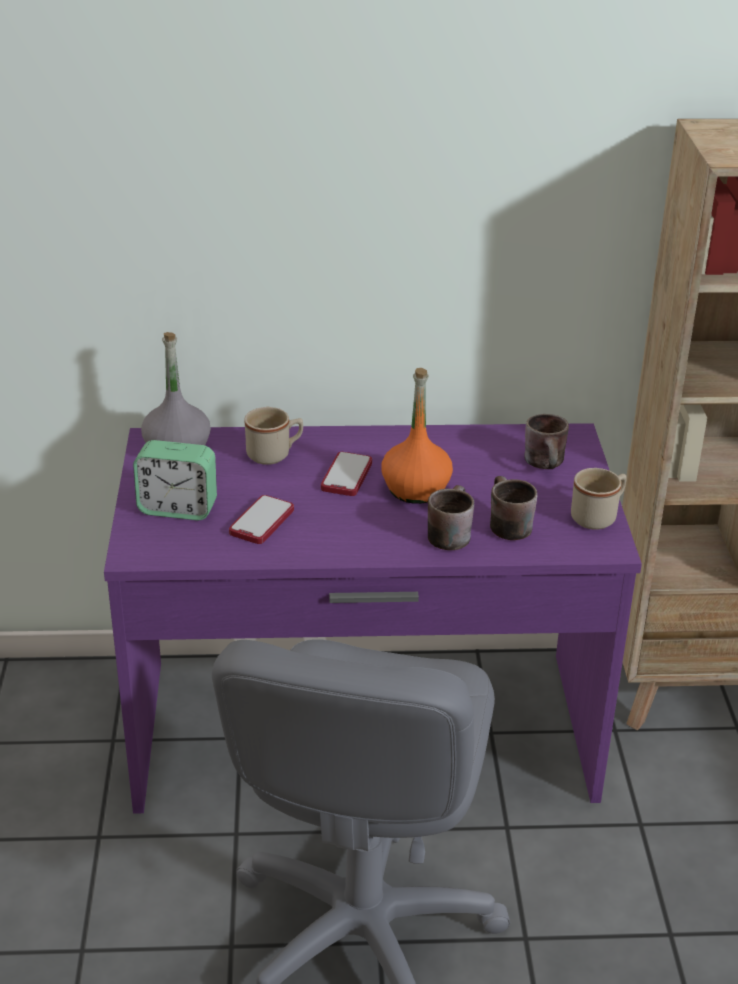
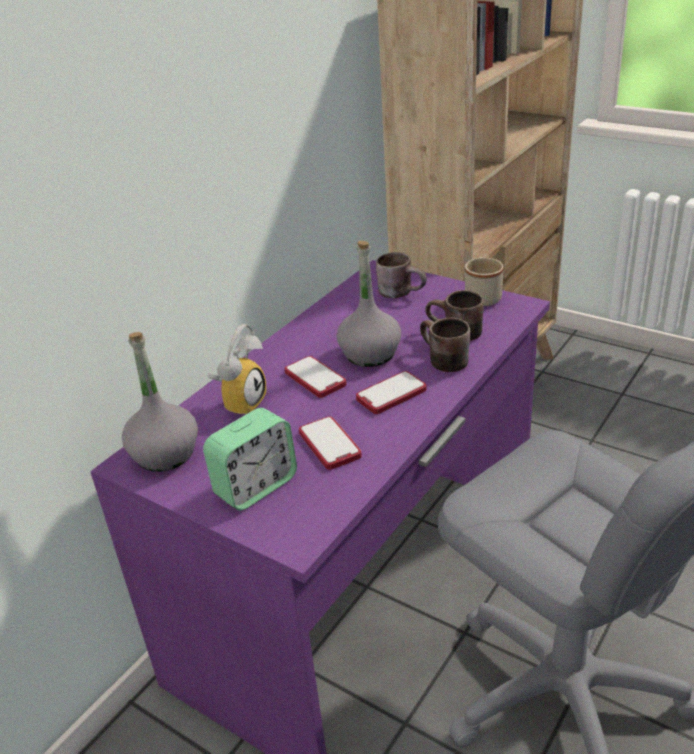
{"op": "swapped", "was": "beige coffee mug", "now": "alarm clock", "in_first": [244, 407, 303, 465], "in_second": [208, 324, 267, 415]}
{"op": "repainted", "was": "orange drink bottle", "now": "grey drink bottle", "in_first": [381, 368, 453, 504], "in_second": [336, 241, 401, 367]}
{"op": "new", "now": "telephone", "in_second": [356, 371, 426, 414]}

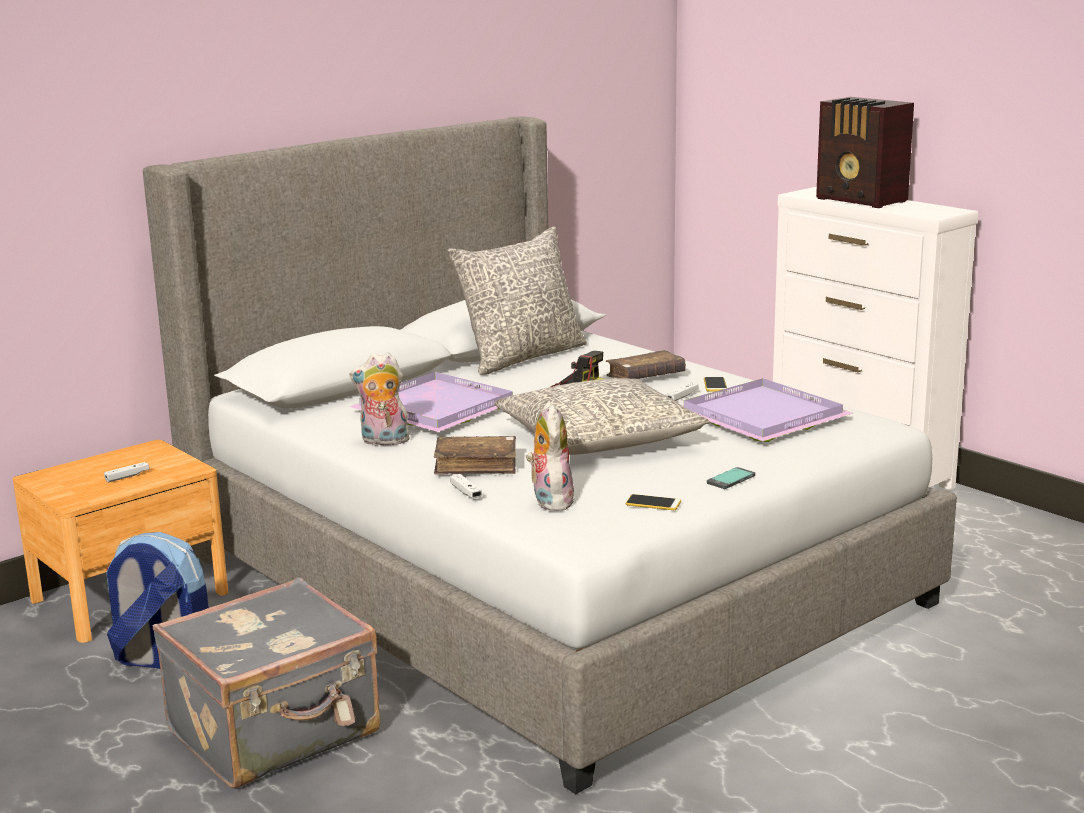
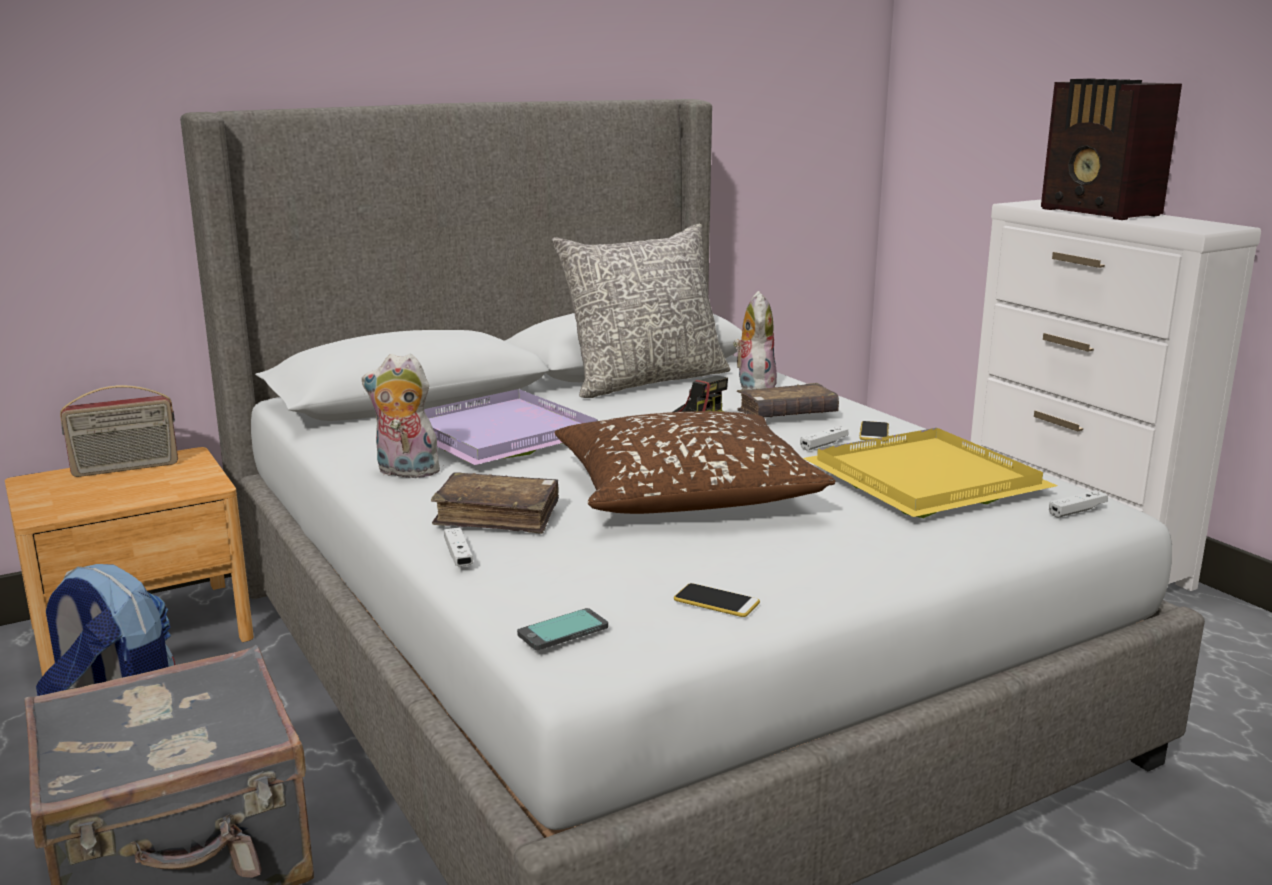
{"op": "shifted", "was": "white gamepad", "in_first": [104, 462, 149, 482], "in_second": [1049, 490, 1108, 518]}
{"op": "repainted", "was": "grey pillow", "now": "brown-coloured pillow", "in_first": [494, 378, 709, 455], "in_second": [555, 411, 836, 514]}
{"op": "shifted", "was": "plush toy", "in_first": [526, 401, 574, 511], "in_second": [733, 291, 777, 390]}
{"op": "repainted", "was": "purple tray", "now": "yellowish tray", "in_first": [682, 378, 853, 442], "in_second": [803, 428, 1058, 518]}
{"op": "shifted", "was": "telephone", "in_first": [707, 467, 755, 489], "in_second": [517, 608, 608, 650]}
{"op": "new", "now": "radio", "in_second": [60, 385, 178, 477]}

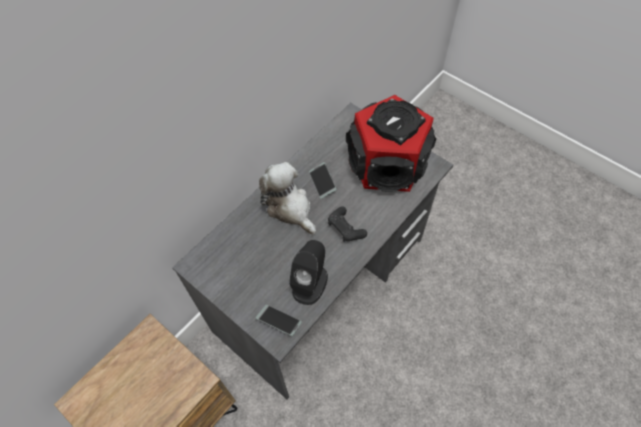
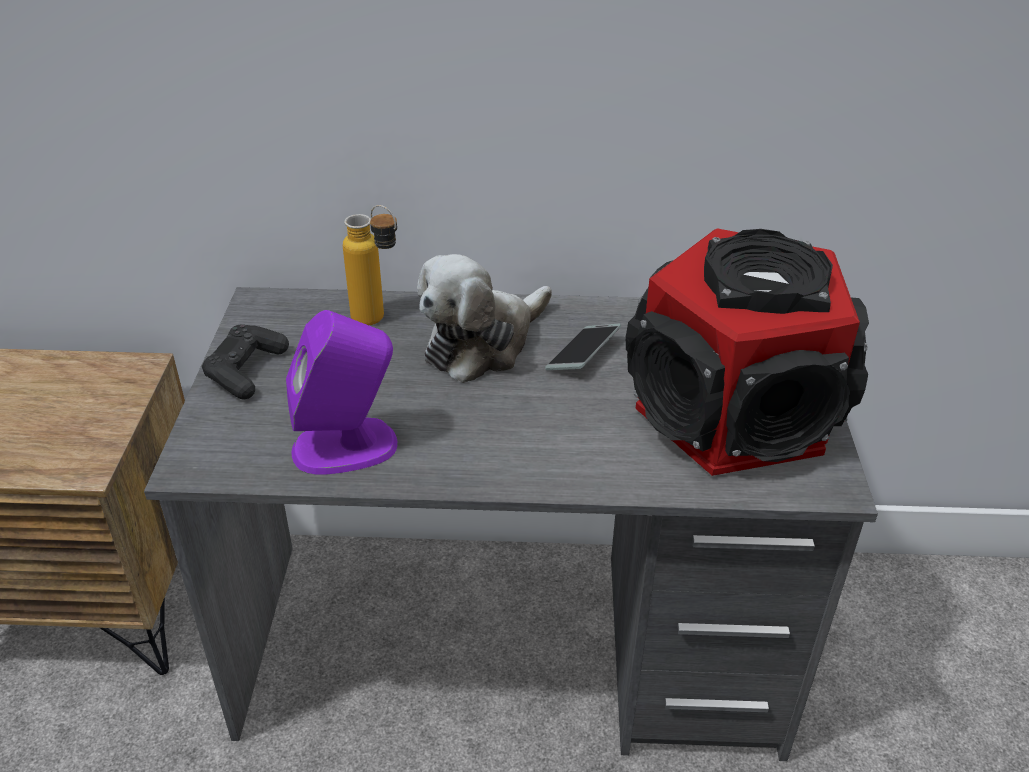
{"op": "gone", "was": "telephone", "in_first": [256, 305, 302, 336]}
{"op": "rotated", "was": "plush toy", "in_first": [259, 162, 316, 235], "in_second": [417, 254, 552, 383], "clockwise": -150}
{"op": "repainted", "was": "black speaker", "now": "purple speaker", "in_first": [289, 240, 328, 305], "in_second": [286, 310, 397, 474]}
{"op": "shifted", "was": "black gamepad", "in_first": [328, 206, 367, 242], "in_second": [202, 324, 289, 400]}
{"op": "new", "now": "drink bottle", "in_second": [343, 205, 397, 325]}

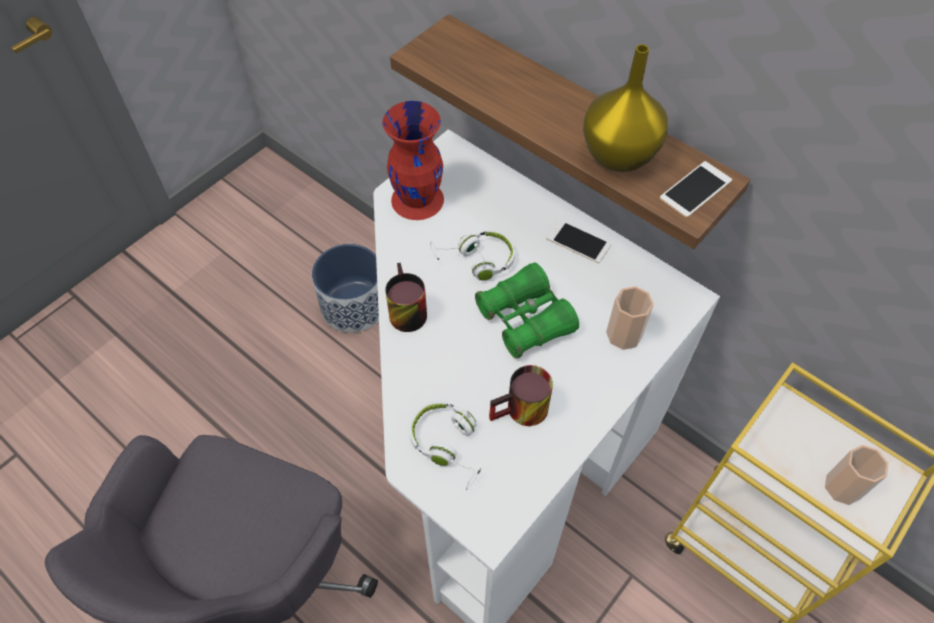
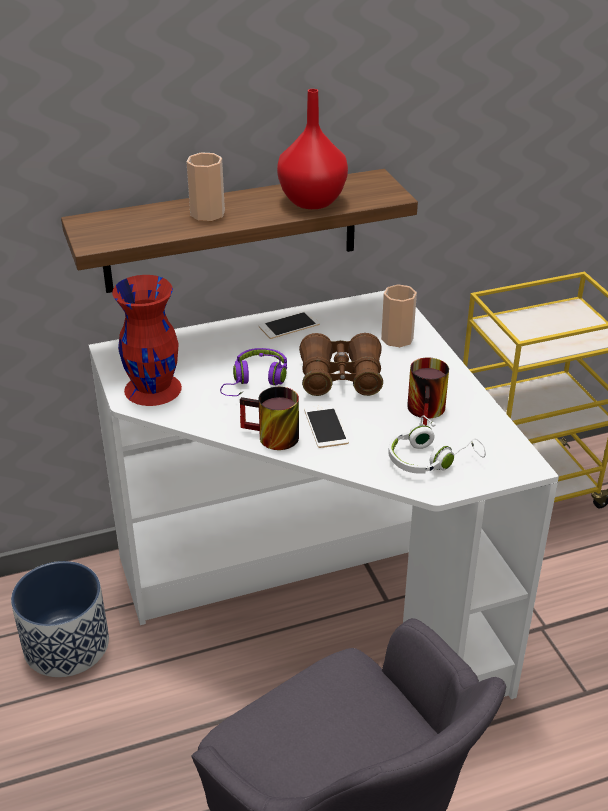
{"op": "repainted", "was": "white pair of headphones", "now": "purple pair of headphones", "in_first": [430, 230, 515, 281], "in_second": [220, 348, 287, 396]}
{"op": "repainted", "was": "green-coloured field glasses", "now": "brown-coloured field glasses", "in_first": [475, 262, 579, 359], "in_second": [299, 333, 383, 396]}
{"op": "repainted", "was": "yellowish decorative vase", "now": "reddish decorative vase", "in_first": [583, 44, 668, 172], "in_second": [277, 89, 348, 209]}
{"op": "shifted", "was": "telephone", "in_first": [660, 161, 732, 218], "in_second": [304, 404, 349, 448]}
{"op": "shifted", "was": "cup", "in_first": [825, 445, 888, 505], "in_second": [187, 152, 225, 221]}

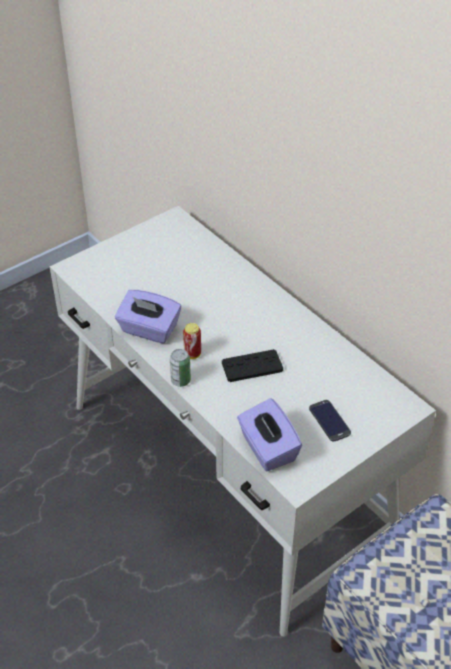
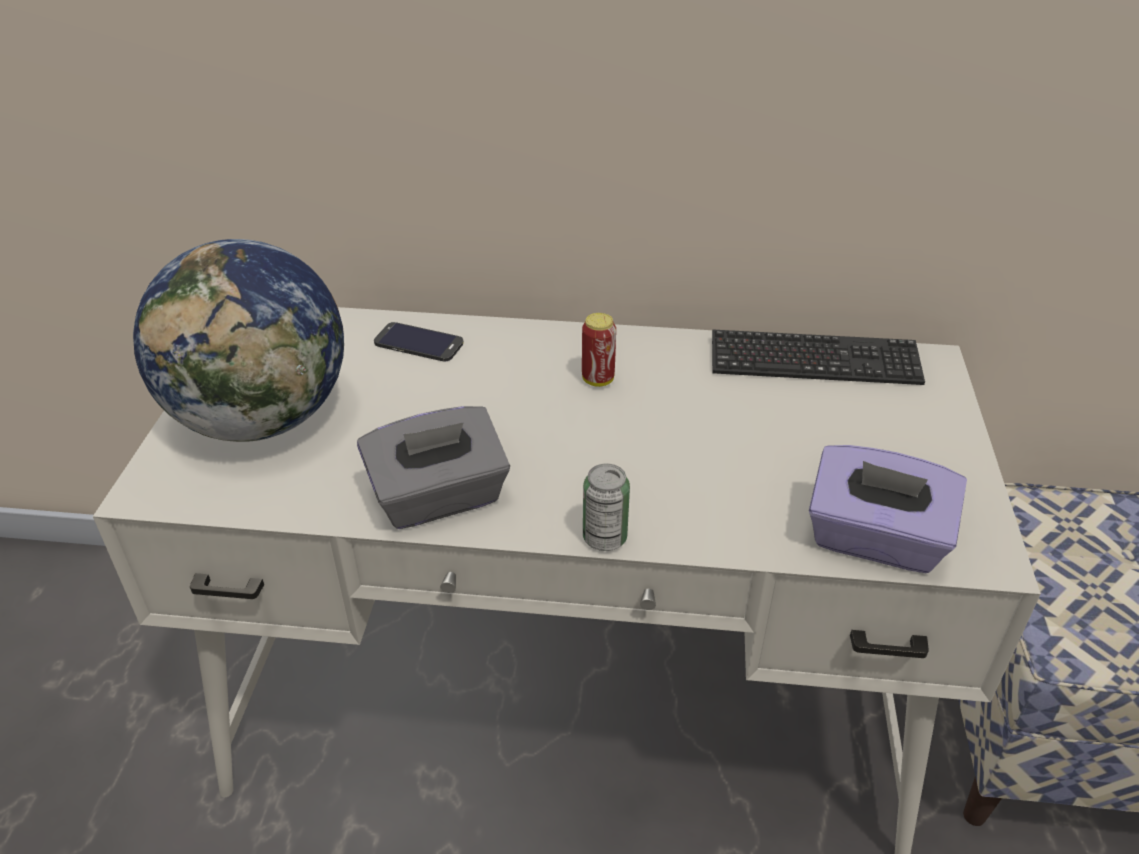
{"op": "repainted", "was": "purple tissue holder", "now": "grey tissue holder", "in_first": [115, 290, 181, 344], "in_second": [357, 406, 510, 529]}
{"op": "shifted", "was": "can", "in_first": [183, 323, 201, 359], "in_second": [582, 313, 616, 387]}
{"op": "gone", "was": "black gamepad", "in_first": [222, 349, 283, 382]}
{"op": "shifted", "was": "telephone", "in_first": [309, 400, 351, 441], "in_second": [374, 322, 464, 361]}
{"op": "new", "now": "desk globe", "in_second": [133, 239, 344, 442]}
{"op": "new", "now": "keyboard", "in_second": [712, 329, 925, 385]}

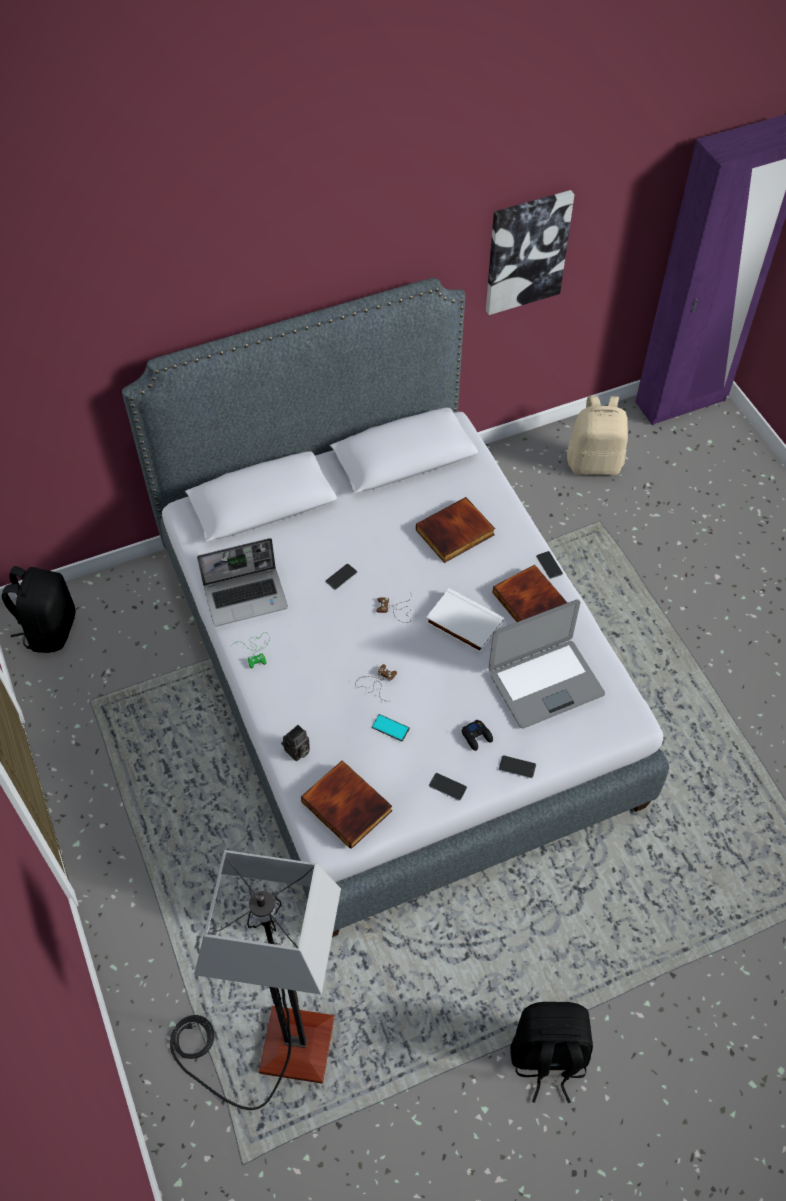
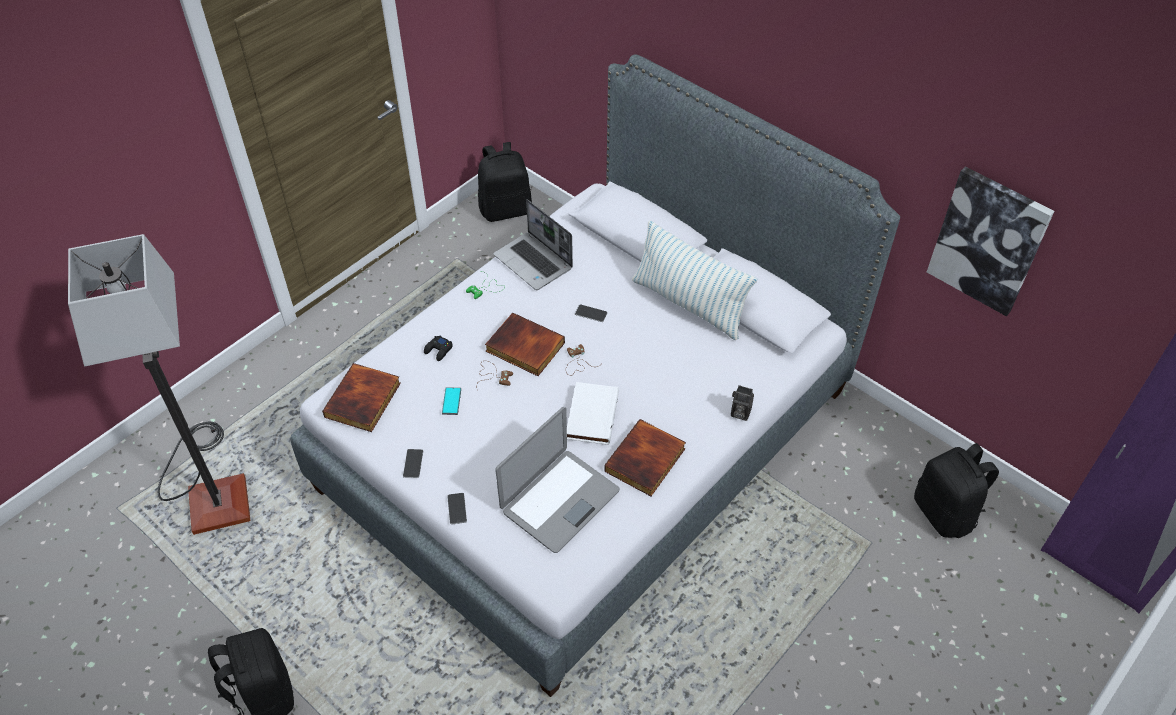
{"op": "shifted", "was": "still camera", "in_first": [281, 725, 310, 761], "in_second": [731, 385, 754, 421]}
{"op": "shifted", "was": "bound book", "in_first": [416, 497, 495, 563], "in_second": [485, 313, 565, 376]}
{"op": "shifted", "was": "black gamepad", "in_first": [462, 720, 493, 751], "in_second": [424, 335, 453, 361]}
{"op": "rotated", "was": "notebook computer", "in_first": [489, 599, 605, 728], "in_second": [495, 407, 620, 553], "clockwise": -90}
{"op": "gone", "was": "telephone", "in_first": [536, 551, 563, 579]}
{"op": "repainted", "was": "beige knapsack", "now": "black knapsack", "in_first": [567, 396, 628, 475], "in_second": [914, 443, 999, 538]}
{"op": "new", "now": "pillow", "in_second": [632, 220, 757, 340]}

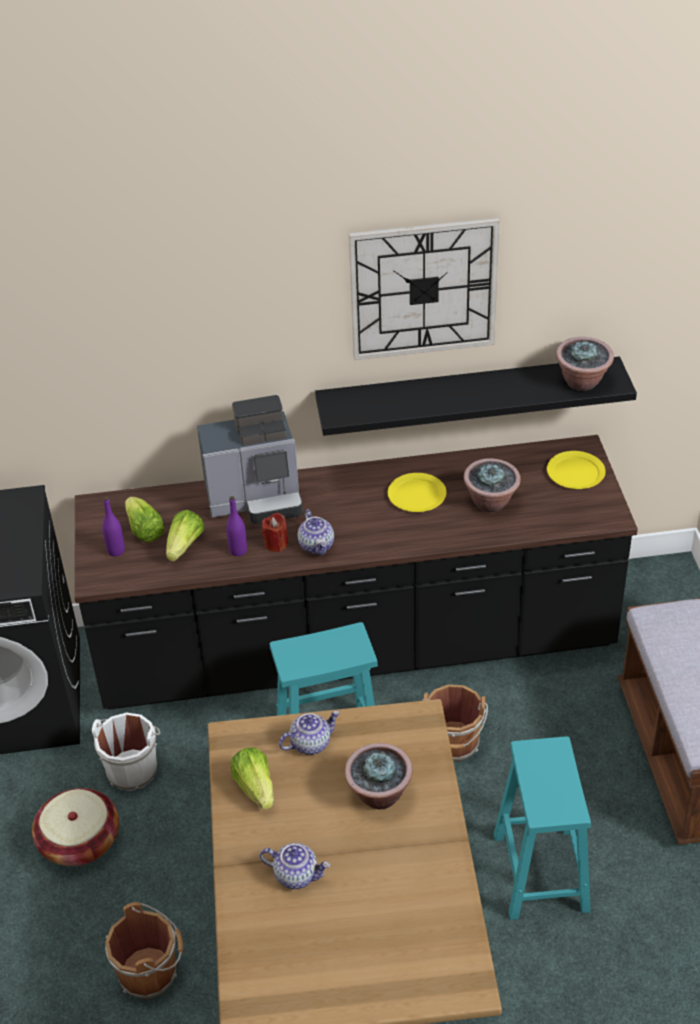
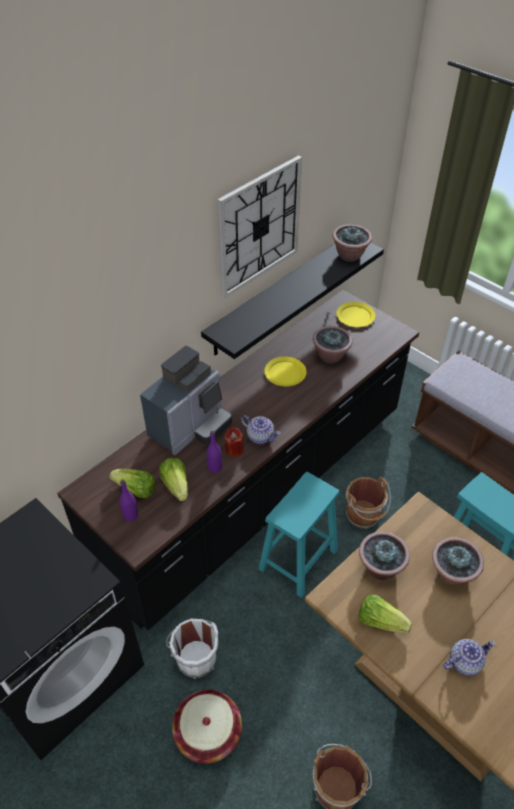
{"op": "swapped", "was": "tea pot", "now": "plant in a pot", "in_first": [279, 711, 340, 755], "in_second": [359, 531, 410, 580]}

